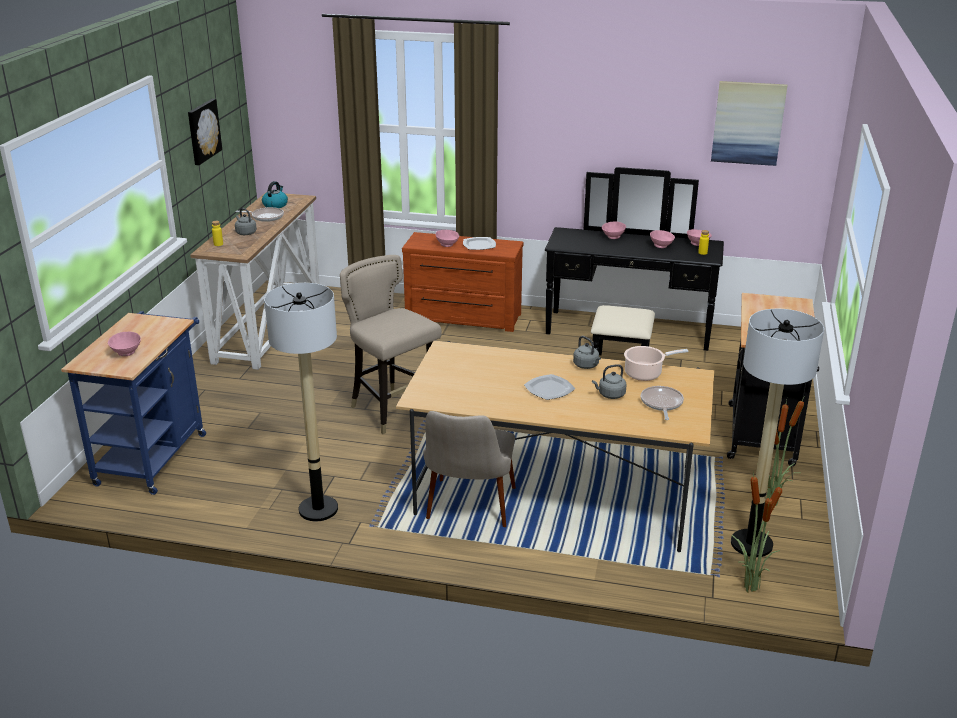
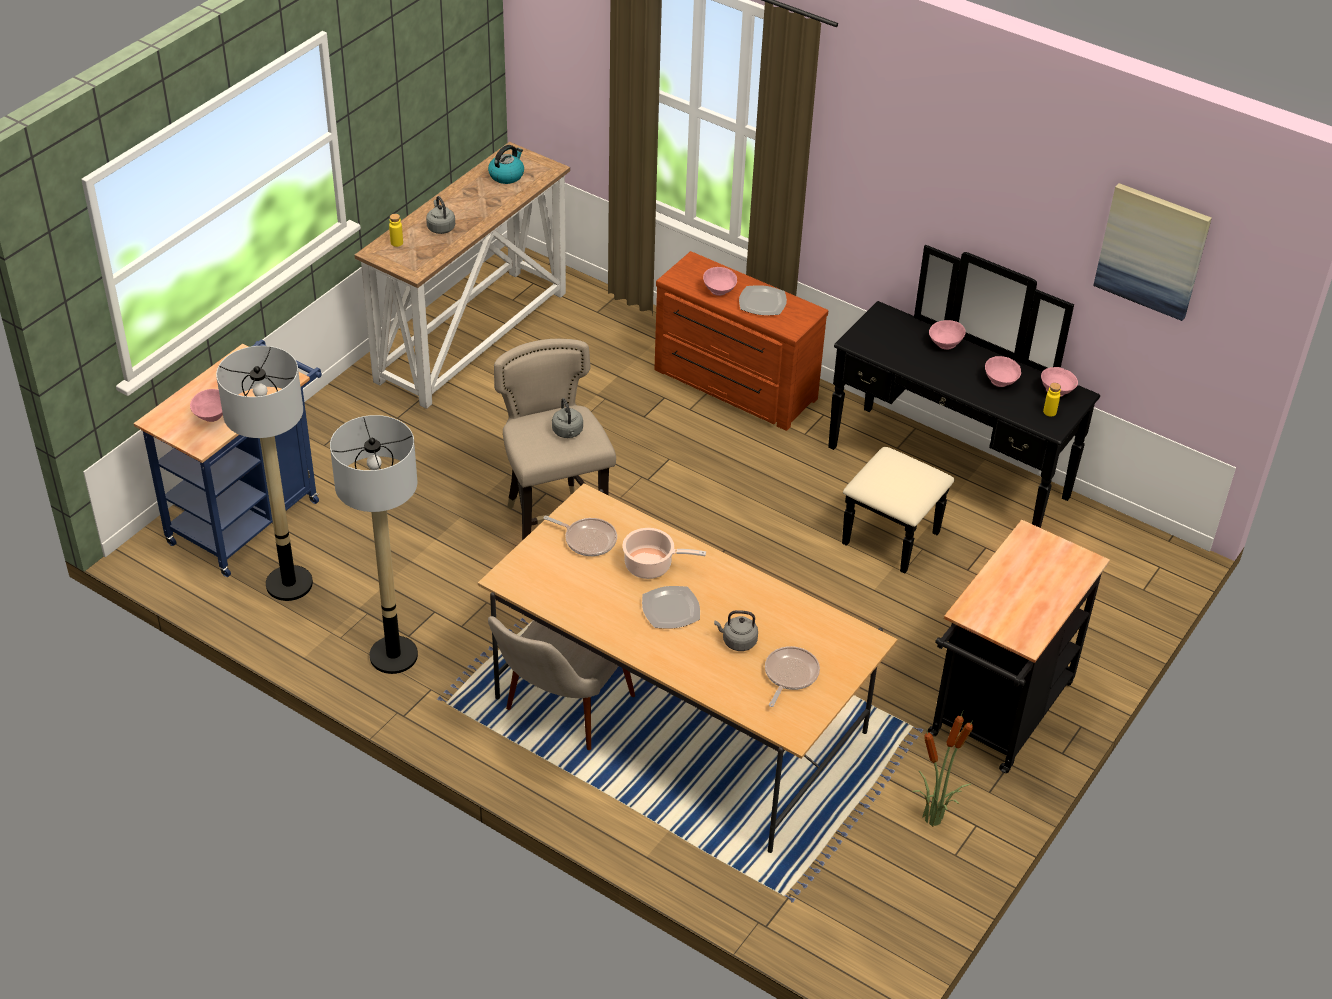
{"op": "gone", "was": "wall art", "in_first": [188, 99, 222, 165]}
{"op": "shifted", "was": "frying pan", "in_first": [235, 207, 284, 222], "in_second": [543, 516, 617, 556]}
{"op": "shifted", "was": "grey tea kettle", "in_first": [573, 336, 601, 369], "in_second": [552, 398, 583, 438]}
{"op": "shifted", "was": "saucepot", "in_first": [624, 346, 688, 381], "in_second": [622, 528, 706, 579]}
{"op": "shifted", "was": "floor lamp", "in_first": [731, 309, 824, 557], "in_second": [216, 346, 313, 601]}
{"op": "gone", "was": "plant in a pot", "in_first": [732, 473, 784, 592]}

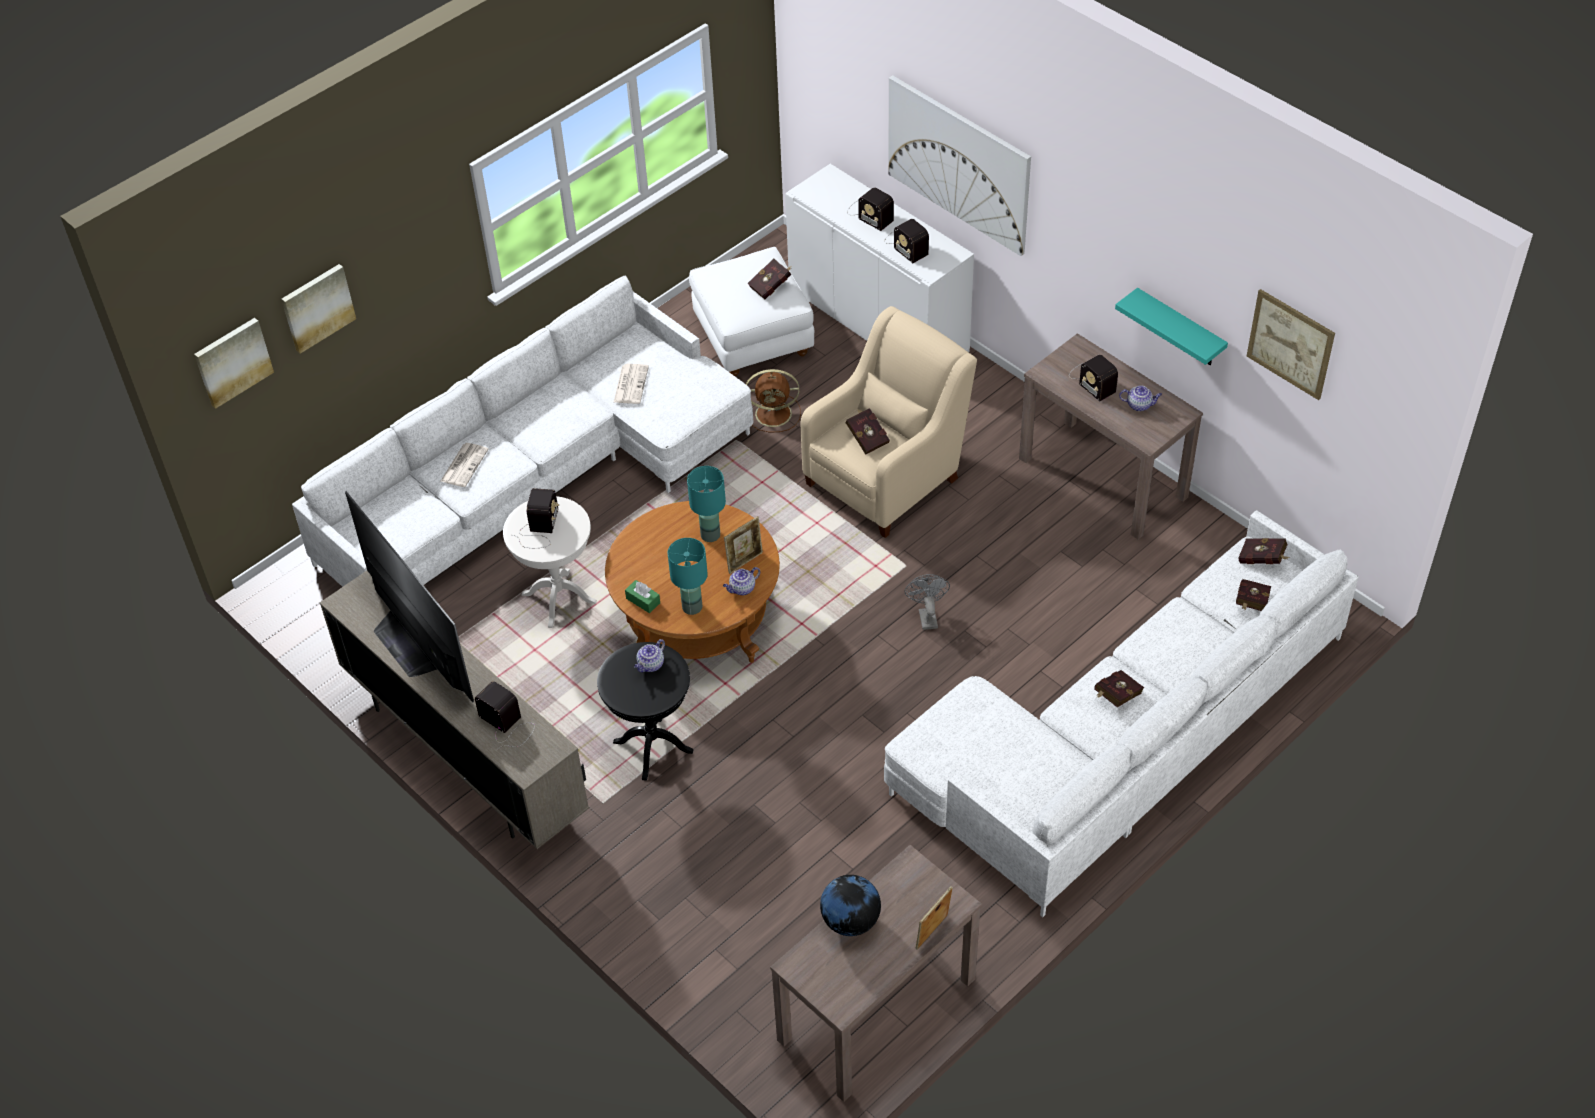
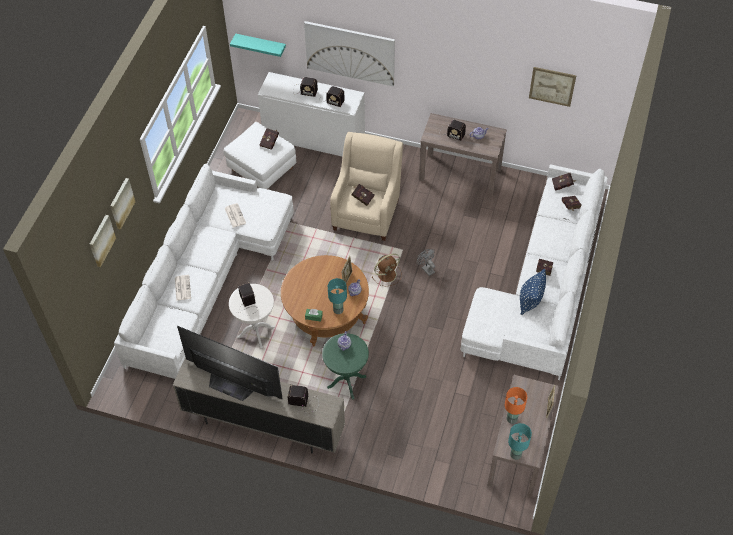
{"op": "shifted", "was": "wall art", "in_first": [194, 318, 274, 409], "in_second": [110, 178, 135, 230]}
{"op": "repainted", "was": "black side table", "now": "green-coloured side table", "in_first": [597, 642, 693, 781], "in_second": [322, 333, 369, 400]}
{"op": "shifted", "was": "turquoise lamp for a table", "in_first": [687, 466, 726, 542], "in_second": [508, 423, 532, 460]}
{"op": "shifted", "was": "brown-coloured fan", "in_first": [746, 369, 801, 432], "in_second": [372, 254, 402, 286]}
{"op": "swapped", "was": "desk globe", "now": "orange lamp for a table", "in_first": [820, 875, 881, 936], "in_second": [505, 387, 527, 424]}
{"op": "shifted", "was": "turquoise shelf", "in_first": [1115, 288, 1228, 365], "in_second": [230, 33, 286, 57]}
{"op": "new", "now": "blue-coloured pillow", "in_second": [520, 269, 546, 315]}

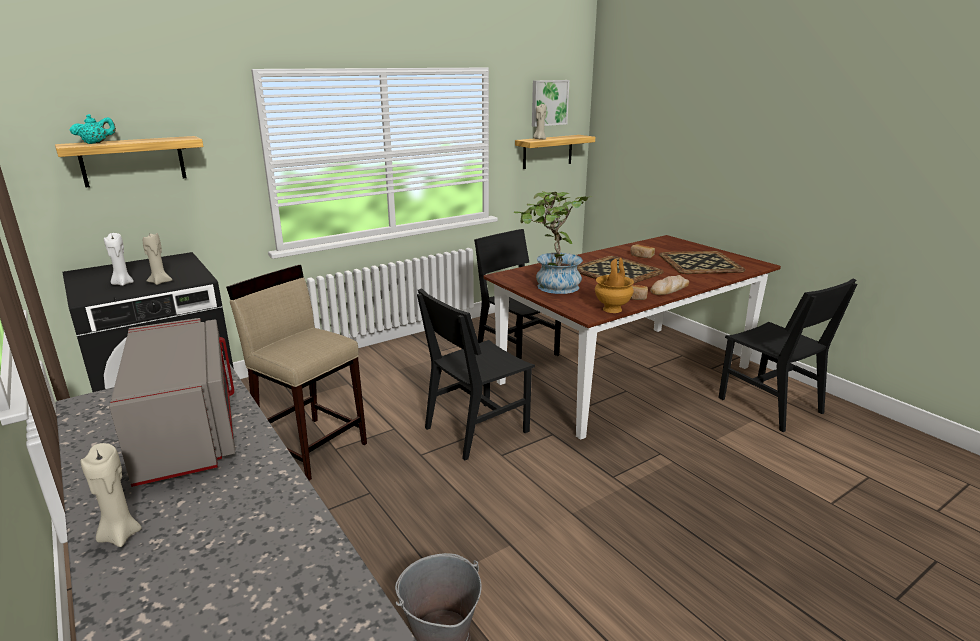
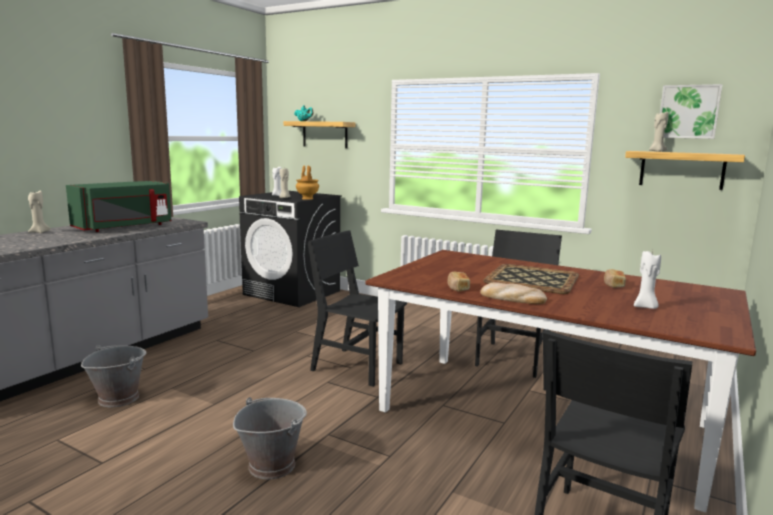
{"op": "repainted", "was": "grey microwave", "now": "green-coloured microwave", "in_first": [109, 318, 235, 487], "in_second": [66, 181, 172, 232]}
{"op": "gone", "was": "beige sitting stool", "in_first": [226, 265, 367, 481]}
{"op": "gone", "was": "plant in a pot", "in_first": [514, 191, 592, 294]}
{"op": "shifted", "was": "brown-coloured decorative vase", "in_first": [595, 258, 634, 313], "in_second": [296, 165, 319, 200]}
{"op": "swapped", "was": "tray", "now": "white wax candle", "in_first": [659, 251, 745, 274], "in_second": [634, 250, 661, 309]}
{"op": "new", "now": "grey water bucket", "in_second": [233, 397, 307, 479]}

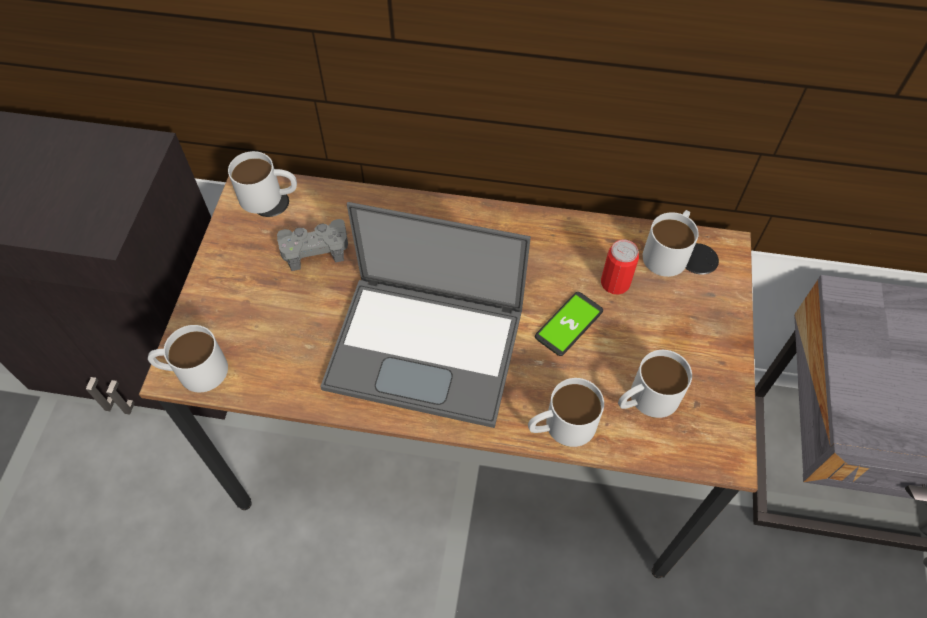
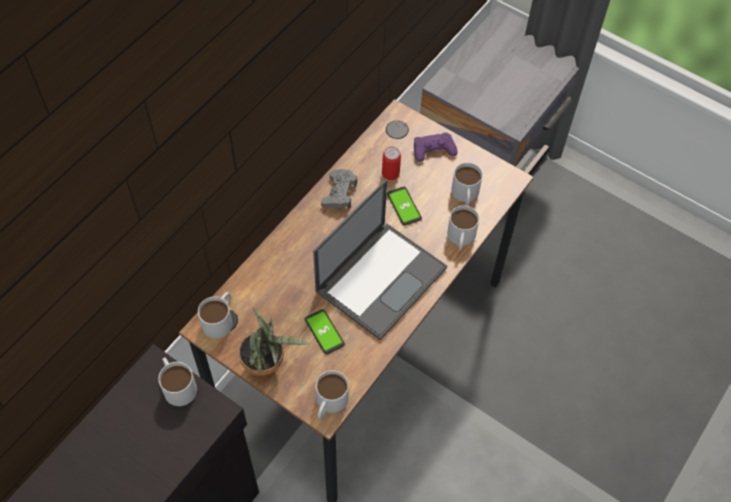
{"op": "shifted", "was": "grey gamepad", "in_first": [277, 219, 348, 271], "in_second": [321, 169, 357, 209]}
{"op": "shifted", "was": "white coffee mug", "in_first": [642, 210, 699, 277], "in_second": [158, 357, 197, 406]}
{"op": "new", "now": "plant in a pot", "in_second": [239, 307, 309, 379]}
{"op": "new", "now": "telephone", "in_second": [305, 309, 345, 354]}
{"op": "new", "now": "purple gamepad", "in_second": [414, 132, 458, 162]}

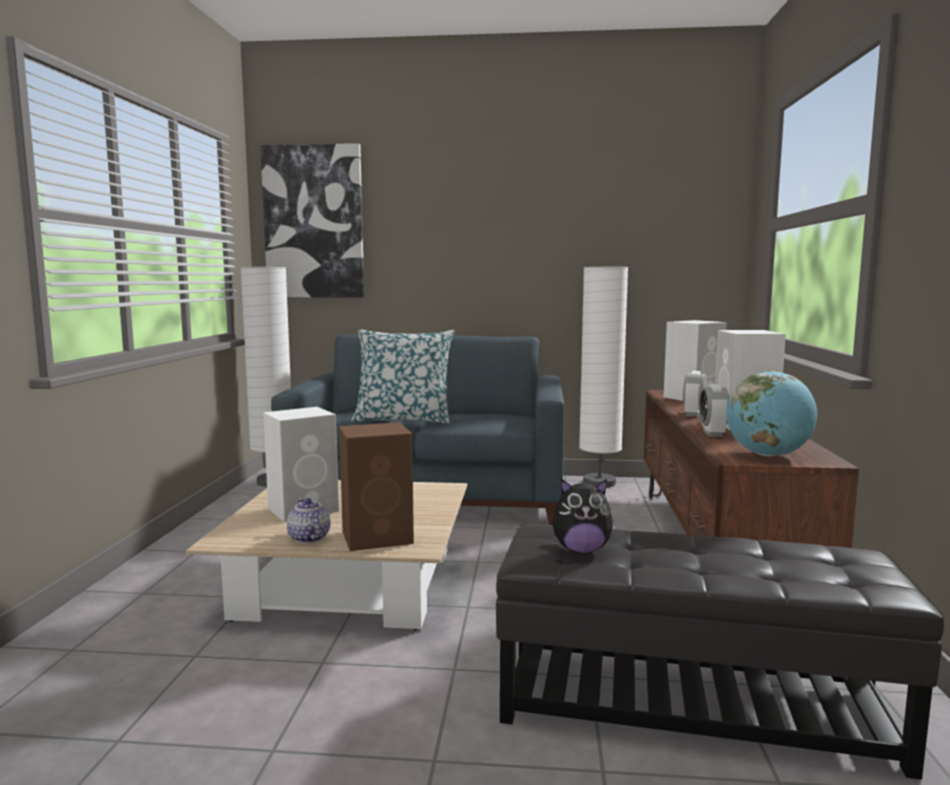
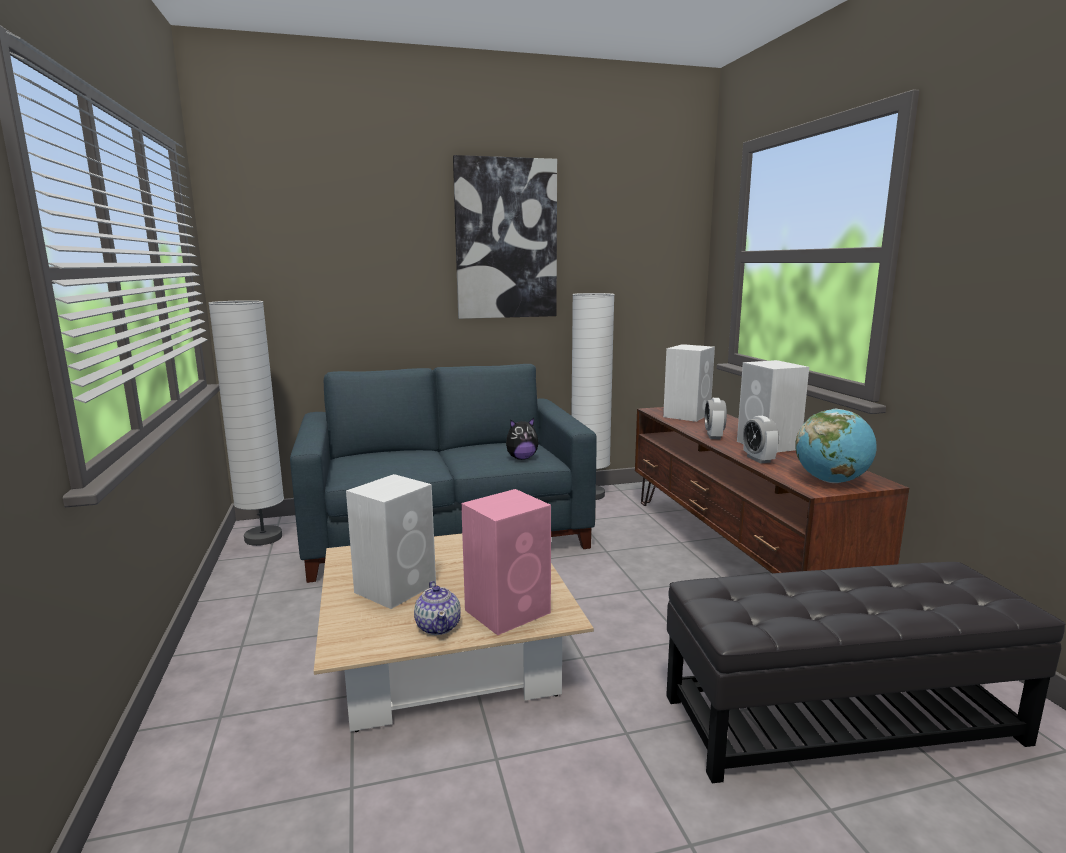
{"op": "shifted", "was": "wall art", "in_first": [260, 143, 364, 298], "in_second": [453, 155, 557, 319]}
{"op": "rotated", "was": "tea pot", "in_first": [287, 498, 330, 543], "in_second": [414, 581, 461, 635], "clockwise": -150}
{"op": "repainted", "was": "brown-coloured speaker", "now": "pink speaker", "in_first": [339, 422, 414, 551], "in_second": [461, 489, 551, 635]}
{"op": "gone", "was": "pillow", "in_first": [351, 329, 455, 424]}
{"op": "shifted", "was": "plush toy", "in_first": [552, 479, 615, 554], "in_second": [506, 418, 539, 460]}

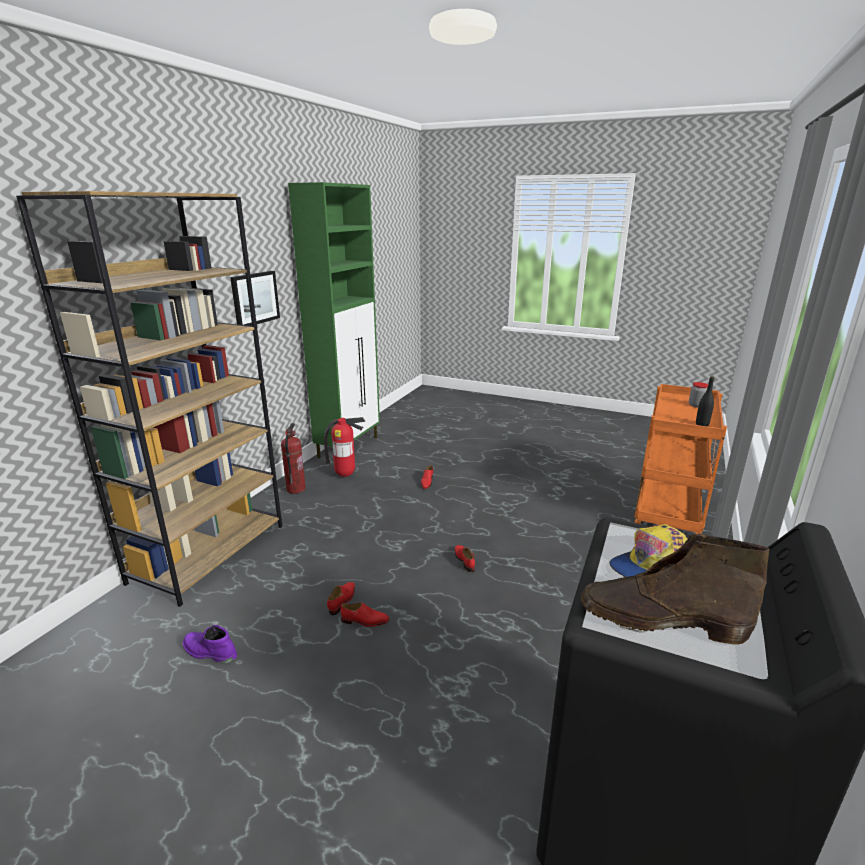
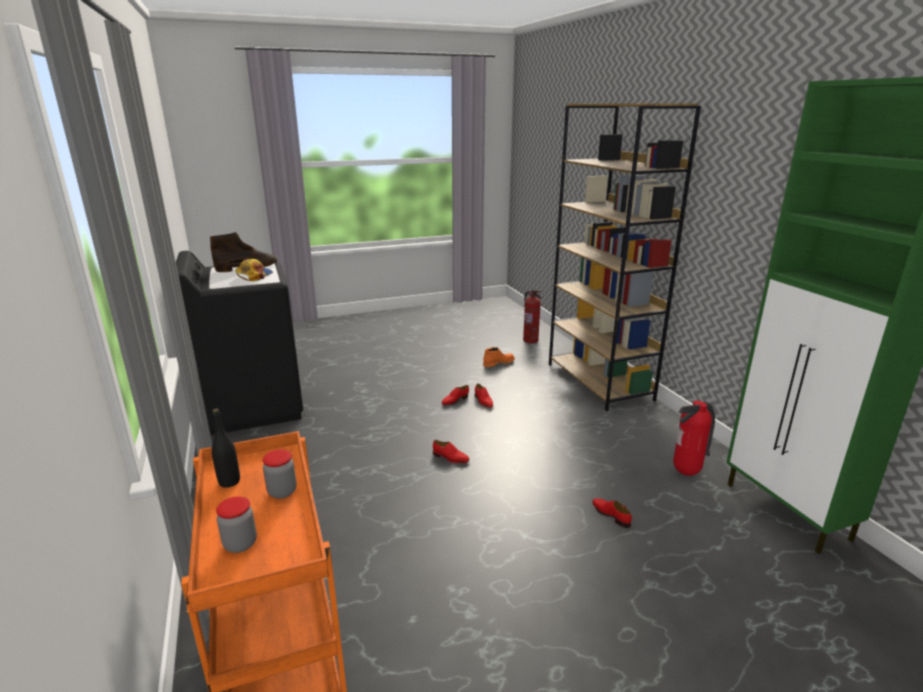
{"op": "repainted", "was": "purple high-top boot", "now": "orange high-top boot", "in_first": [183, 625, 237, 663], "in_second": [483, 347, 515, 367]}
{"op": "gone", "was": "wall art", "in_first": [230, 271, 280, 326]}
{"op": "shifted", "was": "fire extinguisher", "in_first": [281, 423, 306, 494], "in_second": [523, 290, 541, 343]}
{"op": "new", "now": "storage jar", "in_second": [263, 450, 297, 499]}

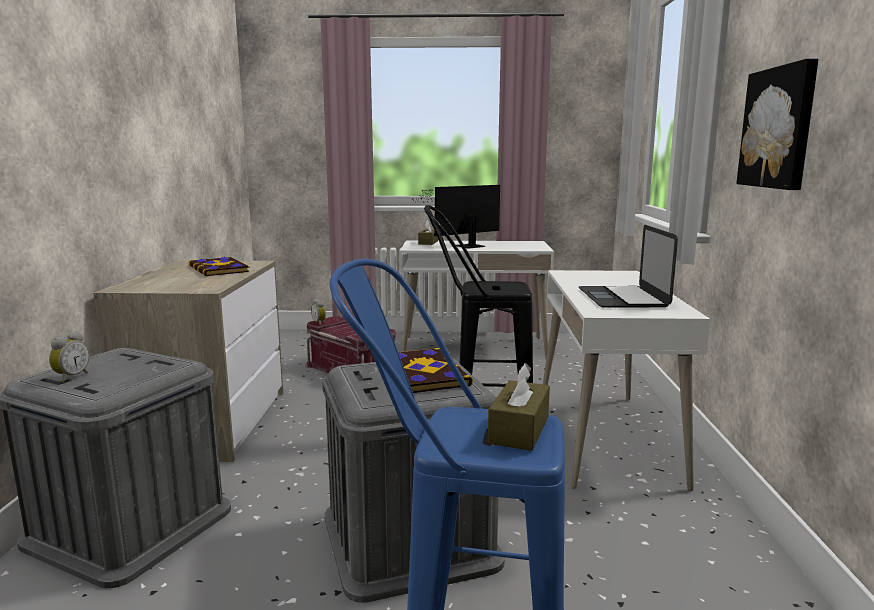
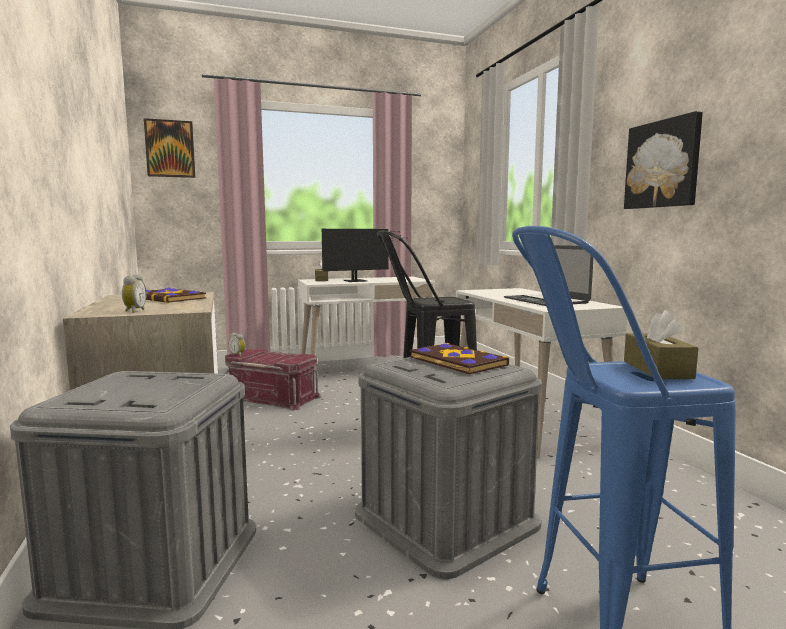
{"op": "shifted", "was": "alarm clock", "in_first": [49, 331, 90, 383], "in_second": [122, 274, 147, 313]}
{"op": "rotated", "was": "computer display", "in_first": [413, 185, 500, 249], "in_second": [322, 229, 405, 282], "clockwise": -150}
{"op": "new", "now": "wall art", "in_second": [144, 118, 195, 178]}

